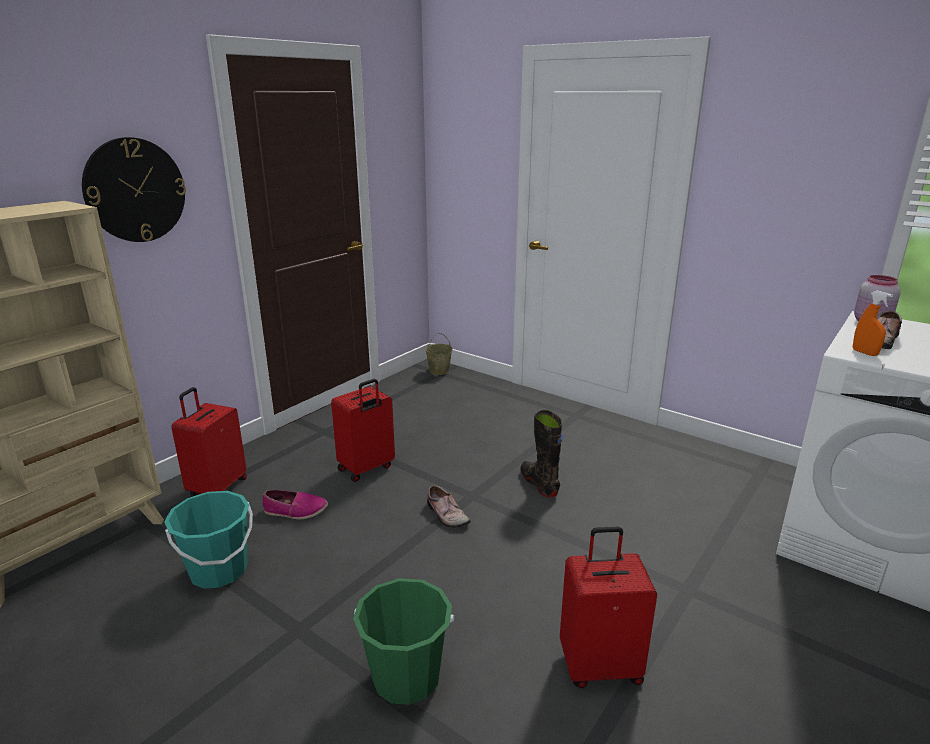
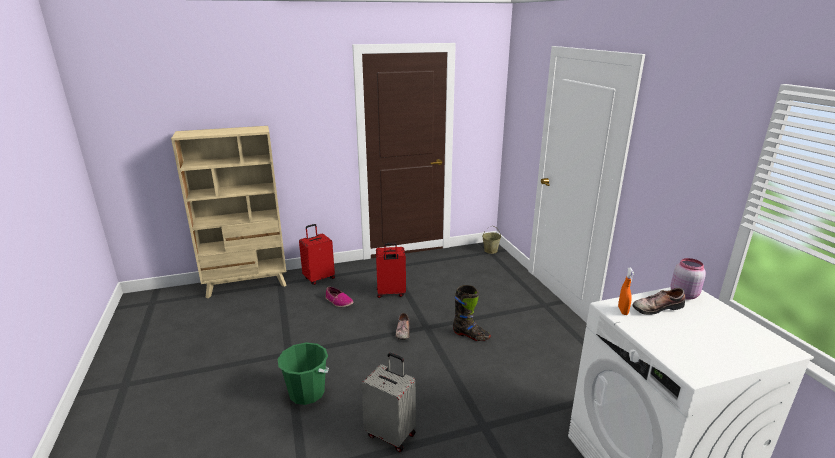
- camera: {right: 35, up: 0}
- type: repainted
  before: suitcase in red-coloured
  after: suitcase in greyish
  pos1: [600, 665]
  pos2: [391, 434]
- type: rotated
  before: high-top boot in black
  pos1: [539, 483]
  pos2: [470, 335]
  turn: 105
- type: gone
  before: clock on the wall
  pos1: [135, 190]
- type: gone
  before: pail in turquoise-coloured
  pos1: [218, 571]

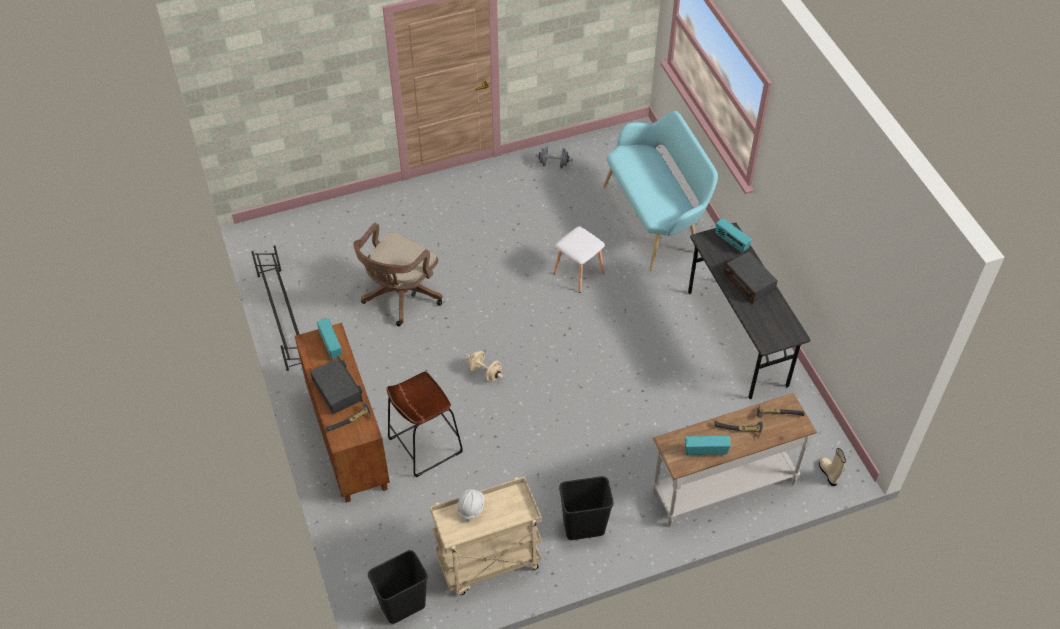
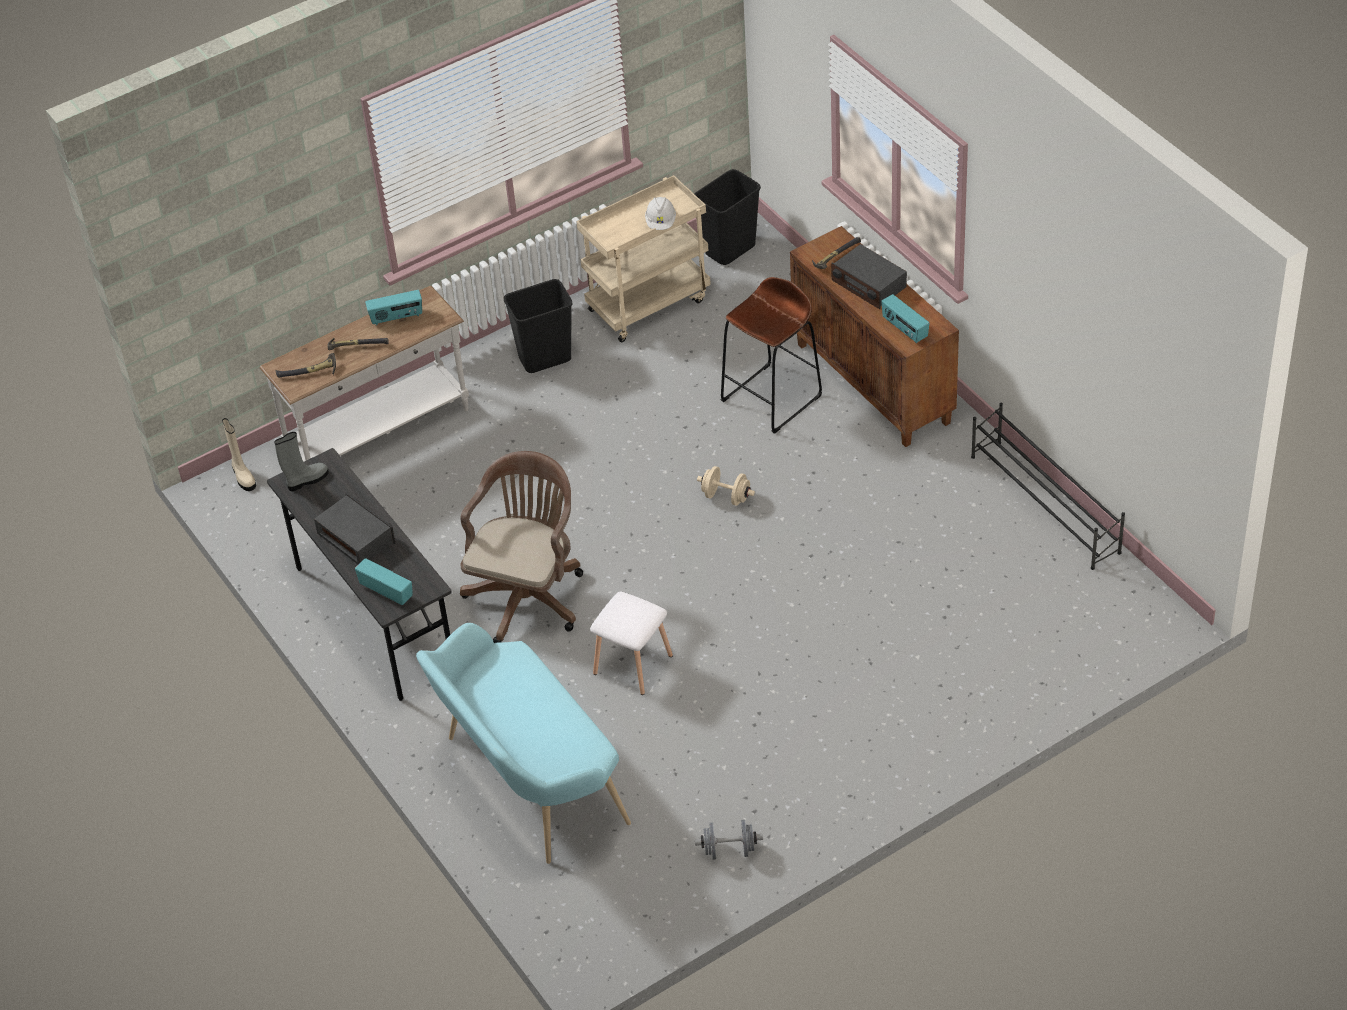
- camera: {right: 170, up: -5}
- type: new
  after: high-top boot in greyish
  pos2: [306, 480]
- type: shifted
  before: computer chair in brown-coloured
  pos1: [400, 297]
  pos2: [528, 594]

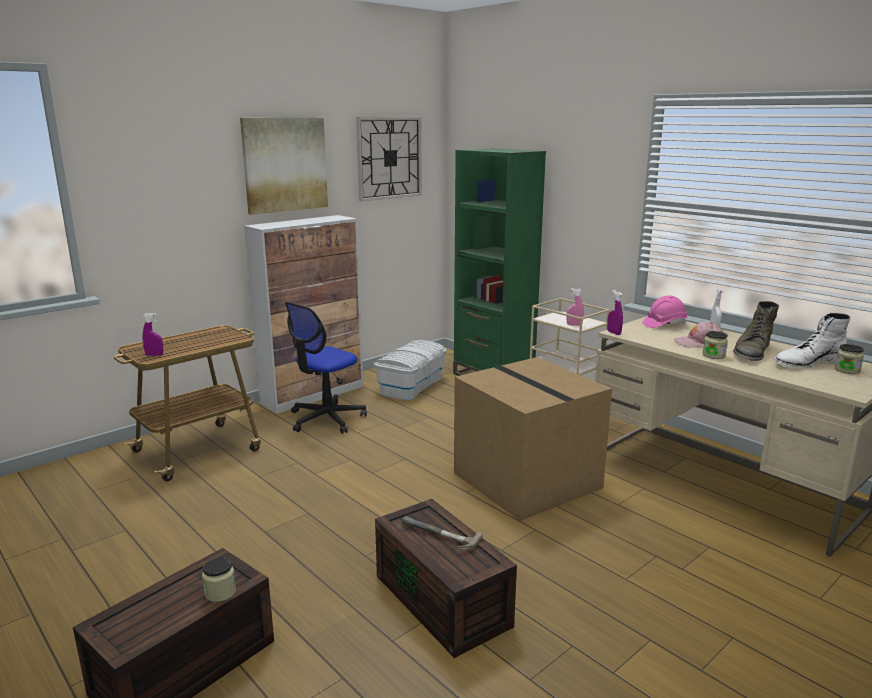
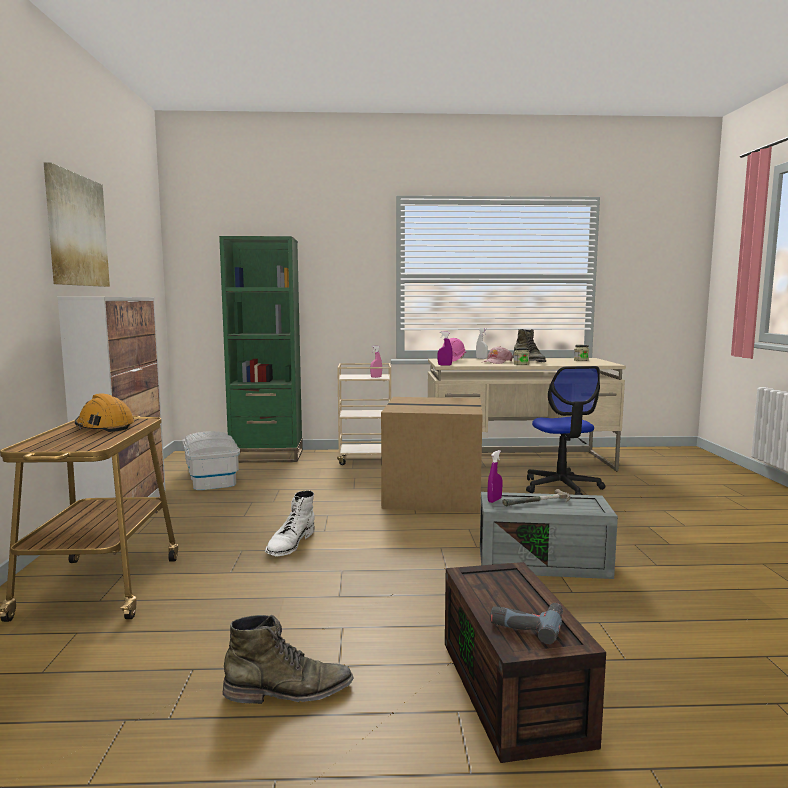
- camera: {right: -50, up: -10}
- type: new
  after: safety helmet in orange-coloured
  pos2: [104, 426]
- type: new
  after: high-top boot in green
  pos2: [289, 691]
- type: shifted
  before: high-top boot in white
  pos1: [807, 362]
  pos2: [290, 544]
- type: repainted
  before: storage bin in brown-coloured
  after: storage bin in greyish
  pos1: [445, 600]
  pos2: [544, 561]
- type: shifted
  before: spray bottle in purplish
  pos1: [154, 355]
  pos2: [494, 500]
- type: new
  after: electric drill
  pos2: [527, 624]
- type: shifted
  before: computer chair
  pos1: [326, 419]
  pos2: [562, 487]
- type: gone
  before: preserve jar
  pos1: [220, 592]
- type: gone
  before: clock on the wall
  pos1: [389, 158]

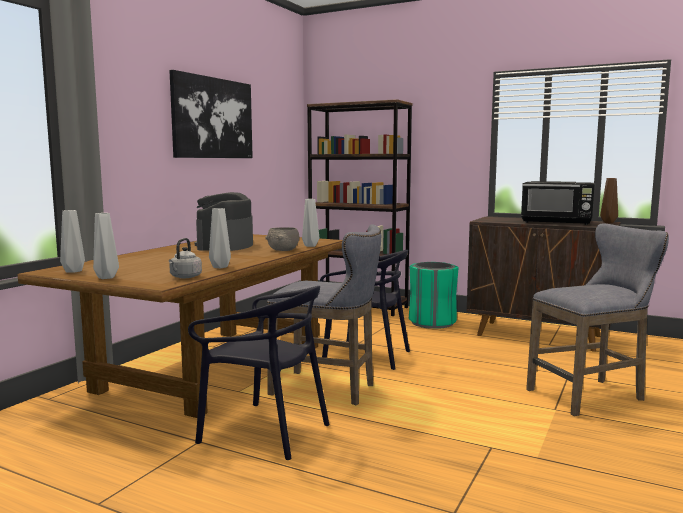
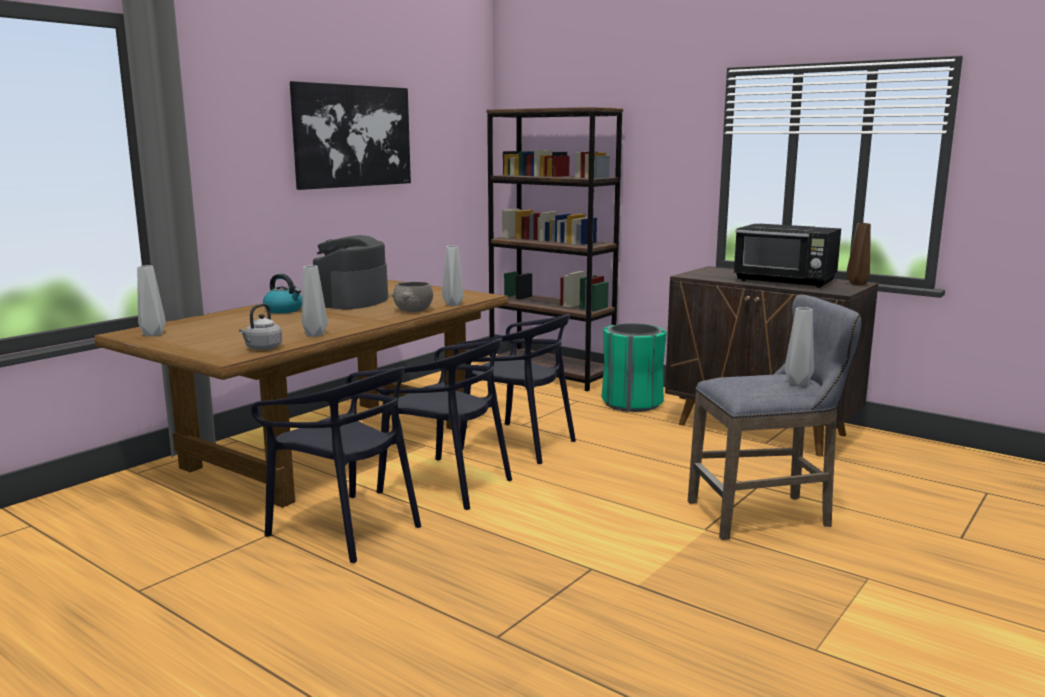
- camera: {right: 10, up: 5}
- type: new
  after: kettle
  pos2: [284, 310]
- type: swapped
  before: sitting stool in greyish
  after: upright chair in black
  pos1: [328, 389]
  pos2: [446, 484]
- type: shifted
  before: decorative vase in greyish
  pos1: [105, 277]
  pos2: [797, 383]

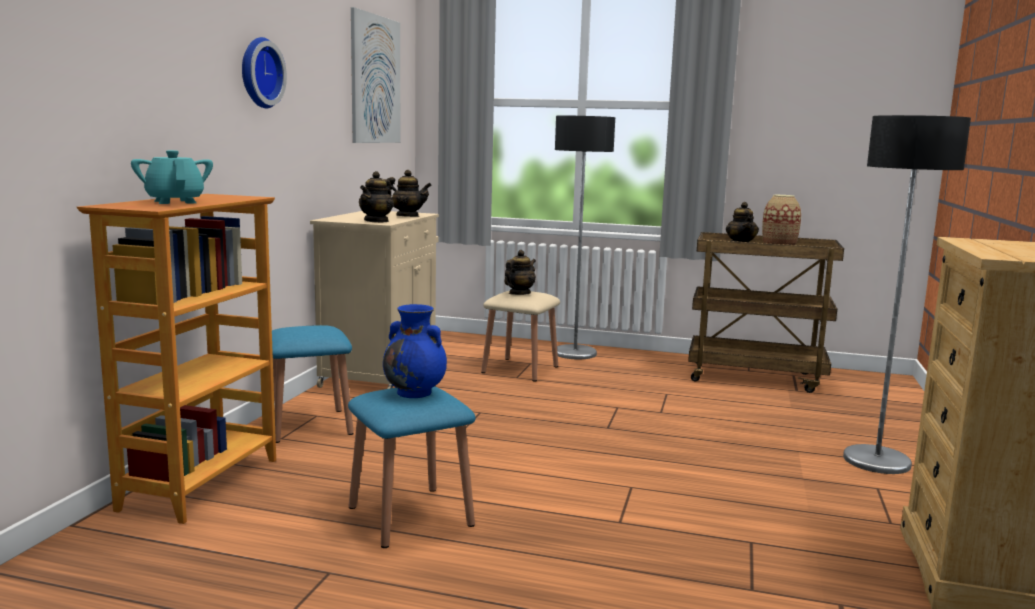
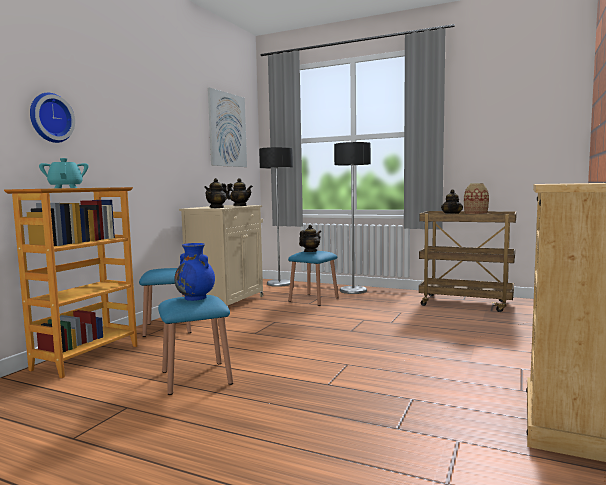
- camera: {right: 10, up: -5}
- type: shifted
  before: clock on the wall
  pos1: [258, 73]
  pos2: [50, 118]
- type: shifted
  before: standard lamp
  pos1: [877, 461]
  pos2: [279, 284]
- type: repainted
  before: sitting stool in sand-coloured
  after: sitting stool in bluish
  pos1: [520, 369]
  pos2: [313, 299]

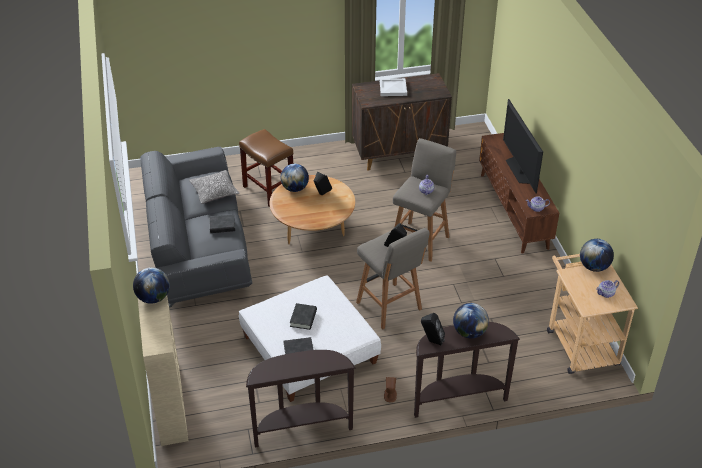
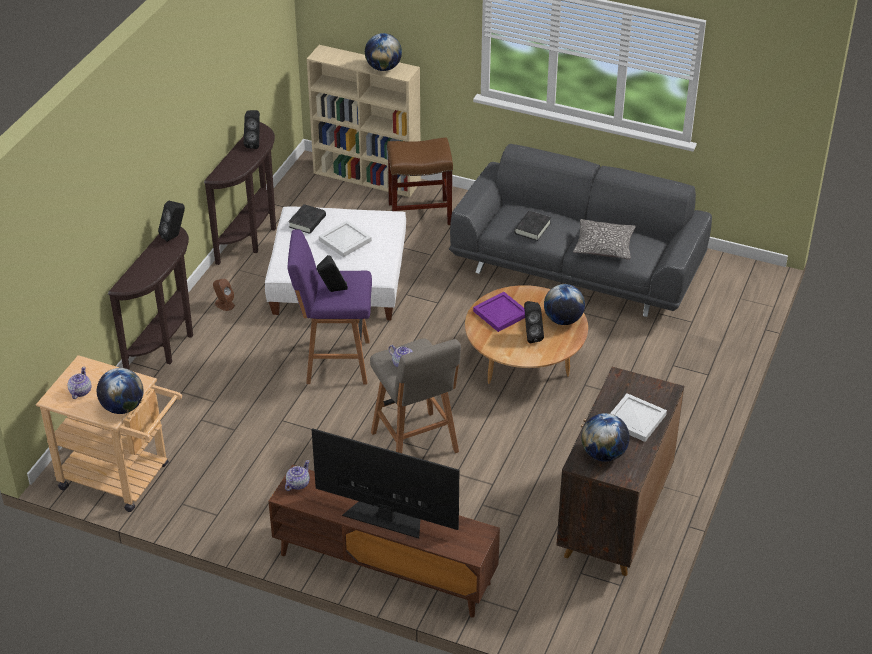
- camera: {right: 125, up: 0}
- type: new
  after: loudspeaker in black
  pos2: [255, 143]
- type: repainted
  before: sitting stool in greyish
  after: sitting stool in purplish
  pos1: [390, 307]
  pos2: [335, 362]
- type: swapped
  before: book in black
  after: carrying tray in white
  pos1: [303, 318]
  pos2: [345, 241]
- type: shifted
  before: sitting stool in brown-coloured
  pos1: [269, 190]
  pos2: [419, 214]
- type: new
  after: carrying tray in purplish
  pos2: [500, 313]
- type: shifted
  before: globe
  pos1: [469, 332]
  pos2: [603, 454]

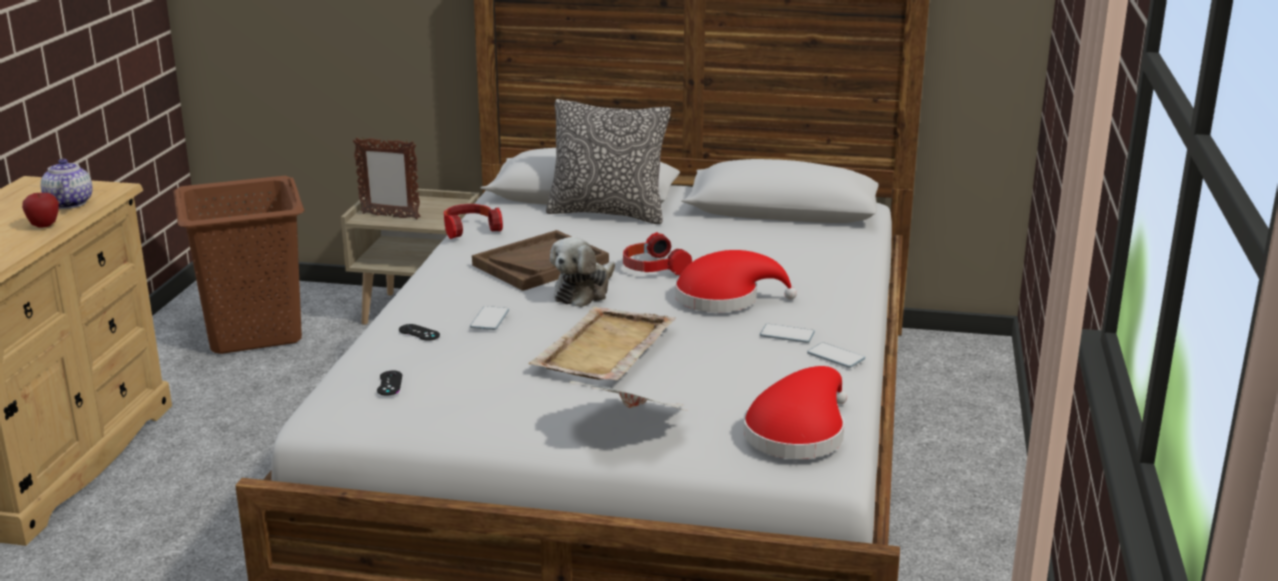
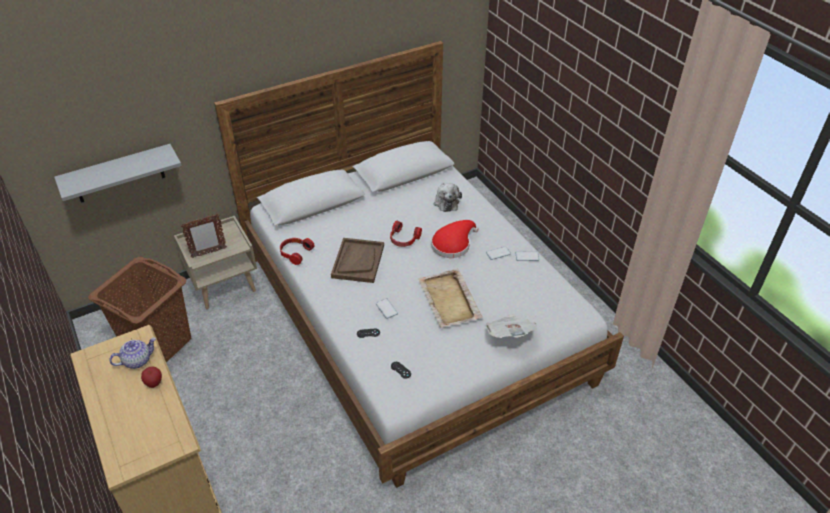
- camera: {right: -40, up: 20}
- type: new
  after: bracket shelf in greyish
  pos2: [118, 174]
- type: rotated
  before: tea pot
  pos1: [68, 203]
  pos2: [137, 360]
  turn: 120
- type: shifted
  before: cuddly toy
  pos1: [583, 292]
  pos2: [446, 202]
- type: gone
  before: cushion
  pos1: [608, 213]
- type: gone
  before: hat in red-coloured
  pos1: [798, 433]

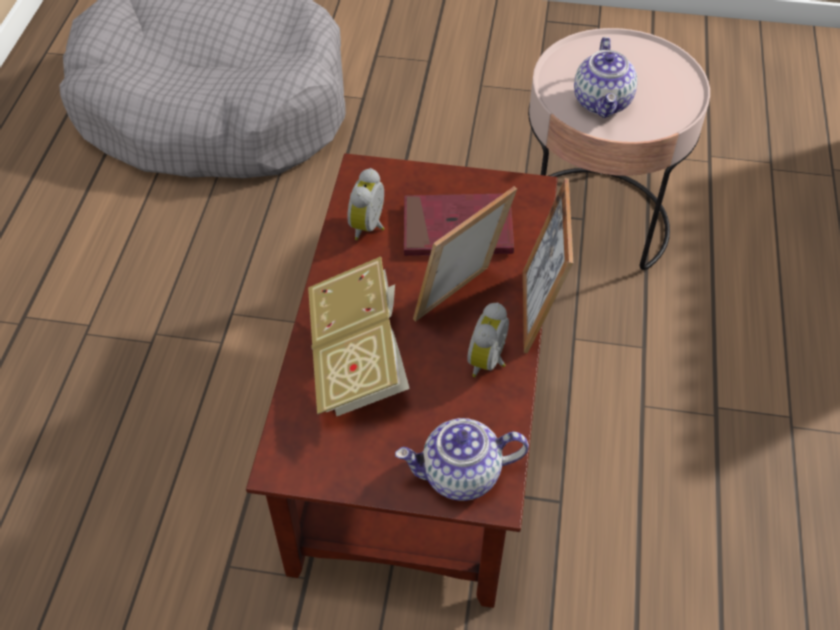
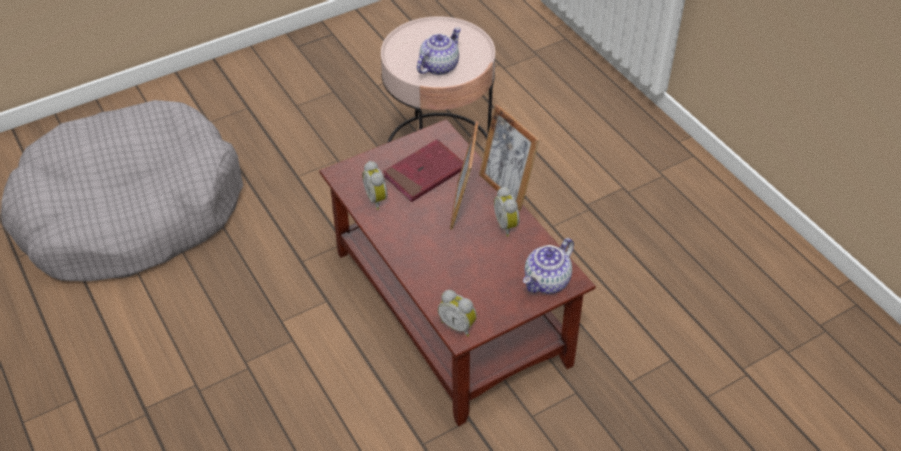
- camera: {right: -40, up: -5}
- type: rotated
  before: tea pot
  pos1: [603, 102]
  pos2: [439, 66]
  turn: -105
- type: new
  after: alarm clock
  pos2: [458, 325]
- type: gone
  before: book
  pos1: [358, 359]

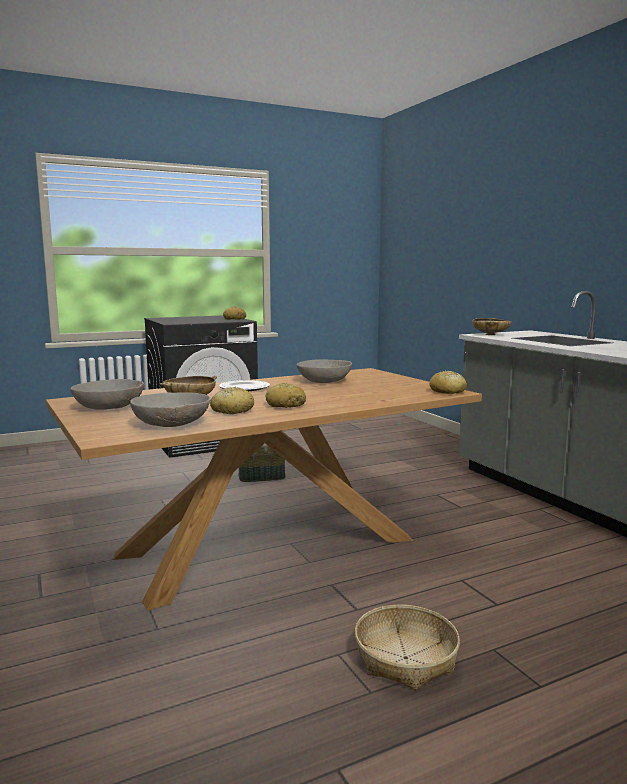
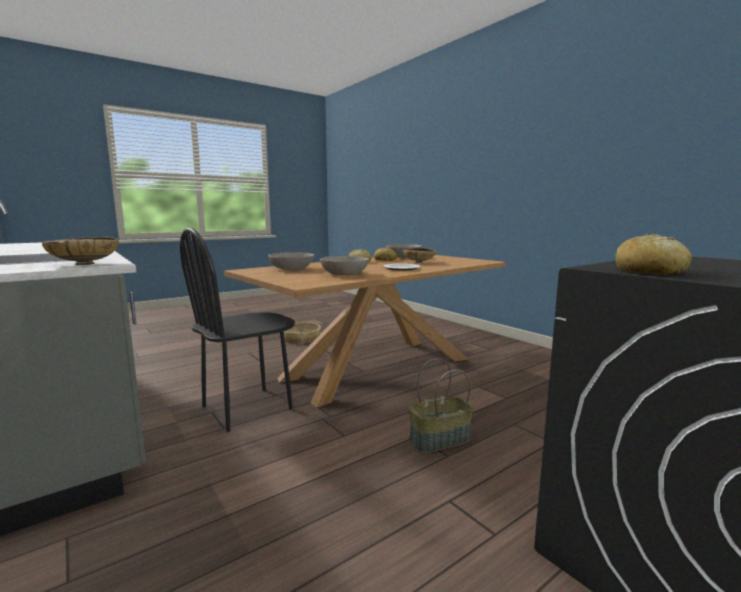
- camera: {right: 170, up: 0}
- type: new
  after: upright chair in black
  pos2: [247, 408]
- type: shifted
  before: serving bowl in greyish
  pos1: [109, 406]
  pos2: [292, 269]
- type: gone
  before: baked bread
  pos1: [447, 391]

